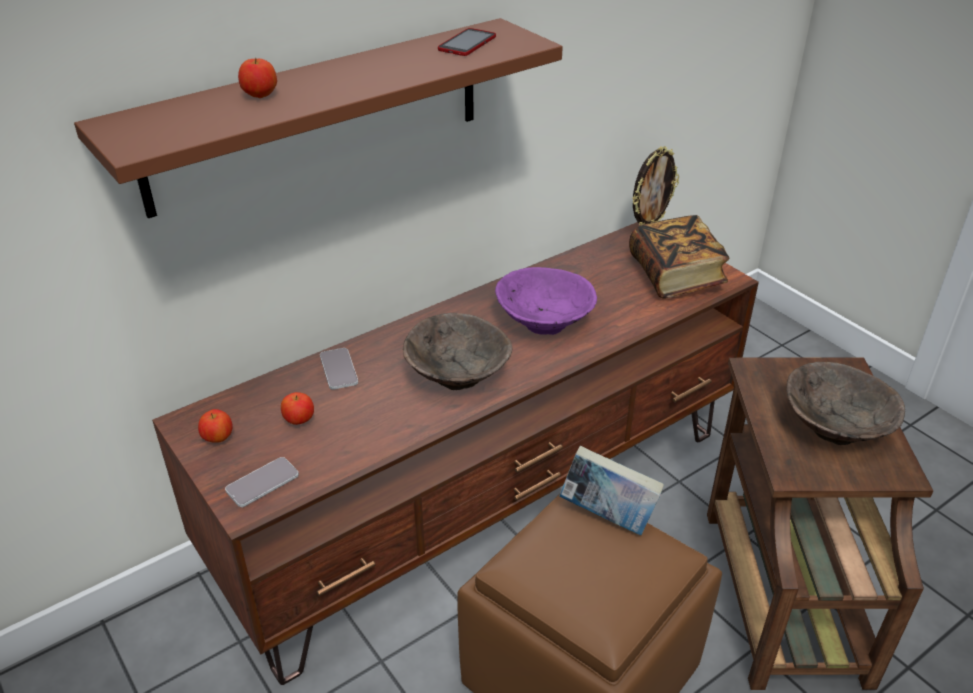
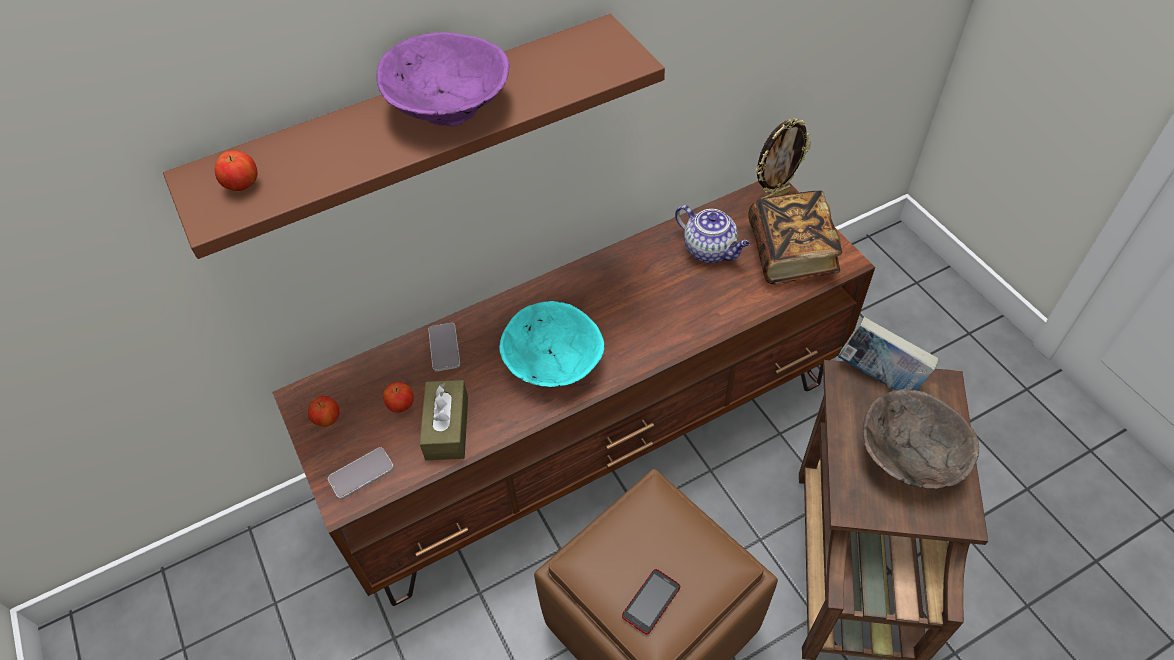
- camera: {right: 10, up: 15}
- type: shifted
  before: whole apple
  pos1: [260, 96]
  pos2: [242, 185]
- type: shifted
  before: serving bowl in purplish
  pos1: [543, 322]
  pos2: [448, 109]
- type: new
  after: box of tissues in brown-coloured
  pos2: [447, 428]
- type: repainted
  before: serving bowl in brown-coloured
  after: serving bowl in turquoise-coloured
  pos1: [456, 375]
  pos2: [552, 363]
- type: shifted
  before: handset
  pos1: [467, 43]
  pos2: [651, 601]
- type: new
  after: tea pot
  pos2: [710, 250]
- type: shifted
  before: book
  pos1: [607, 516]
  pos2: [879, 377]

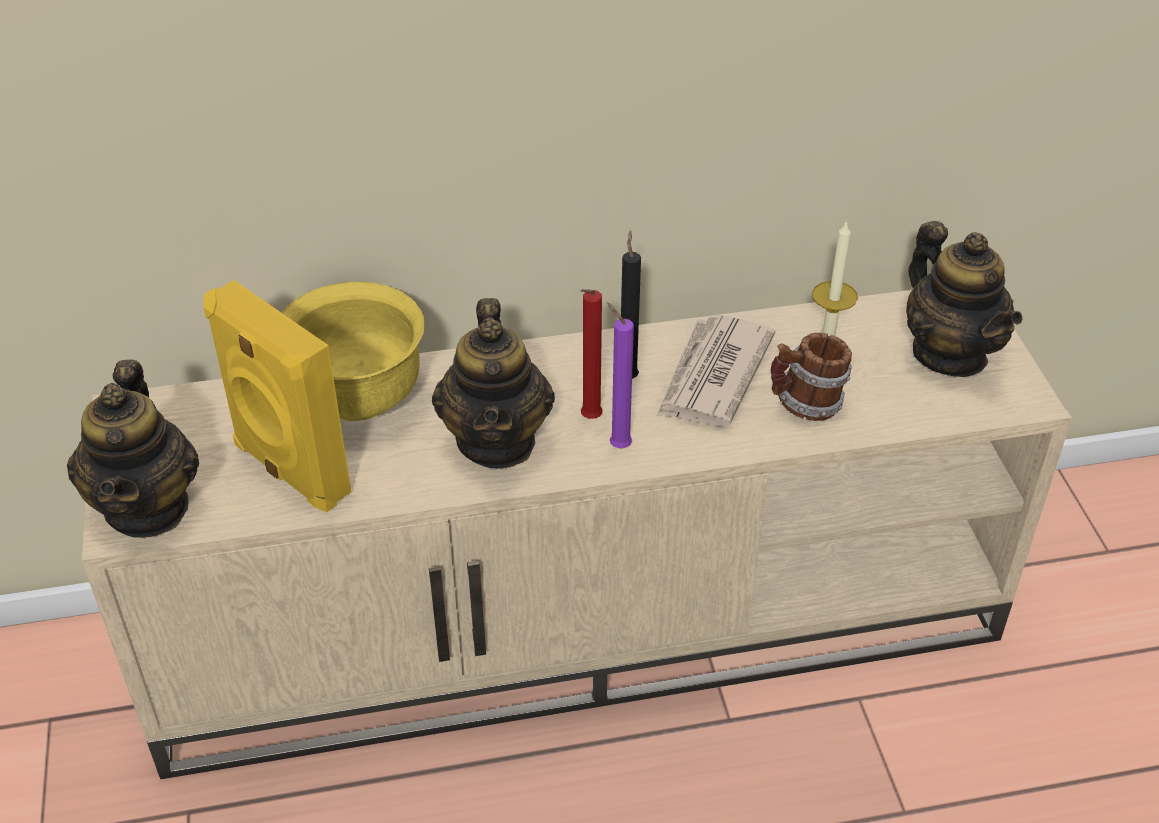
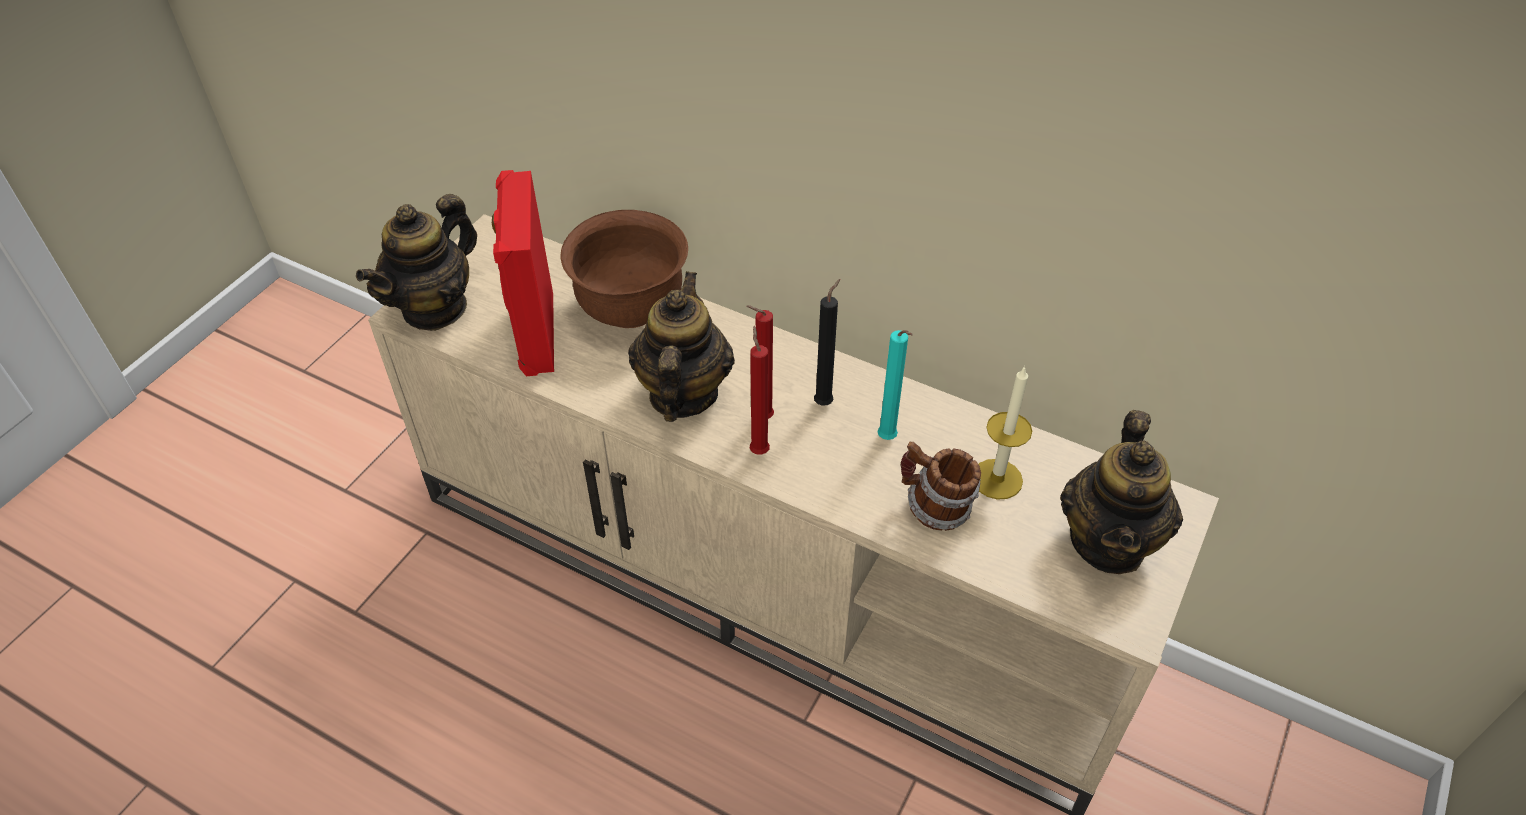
- camera: {right: 40, up: 5}
- type: repainted
  before: loudspeaker in yellowish
  after: loudspeaker in red-coloured
  pos1: [289, 471]
  pos2: [535, 334]
- type: repainted
  before: serving bowl in yellowish
  after: serving bowl in brown-coloured
  pos1: [359, 397]
  pos2: [631, 308]
- type: rotated
  before: tea pot
  pos1: [497, 441]
  pos2: [682, 394]
  turn: 150
- type: repainted
  before: candle in purplish
  after: candle in red-coloured
  pos1: [617, 445]
  pos2: [758, 449]
- type: swapped
  before: newspaper
  after: candle in turquoise-coloured
  pos1: [712, 376]
  pos2: [888, 440]

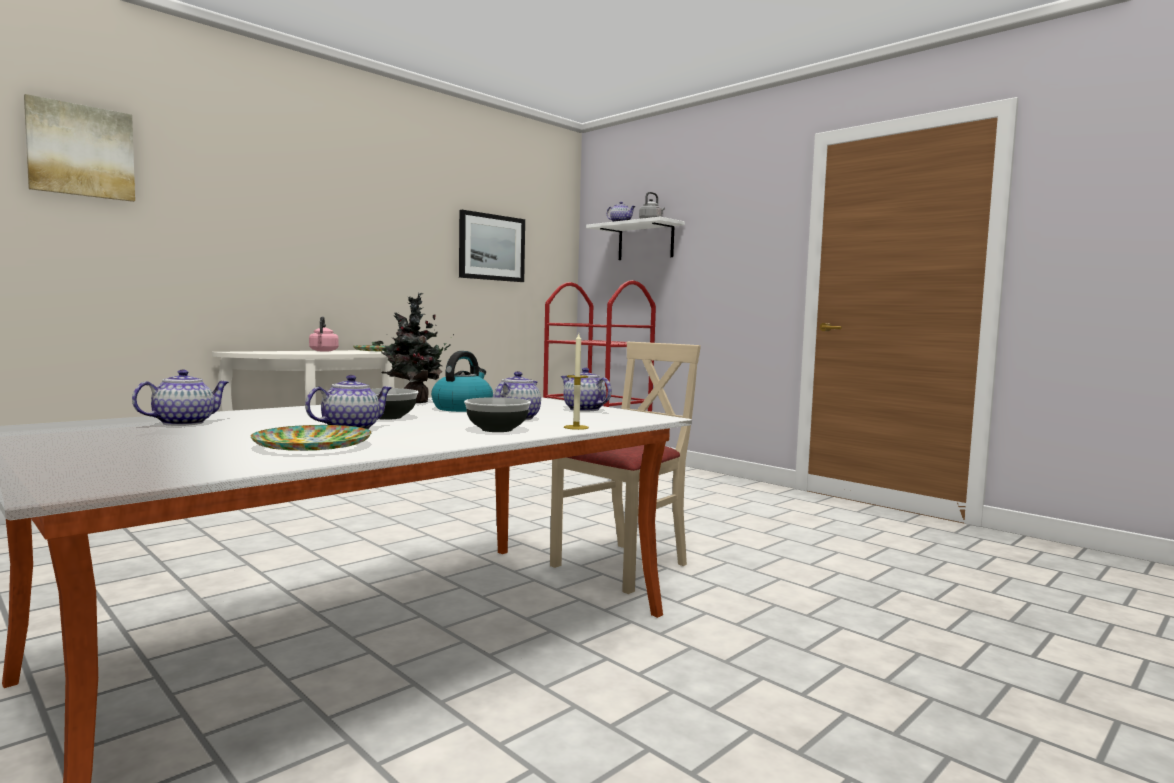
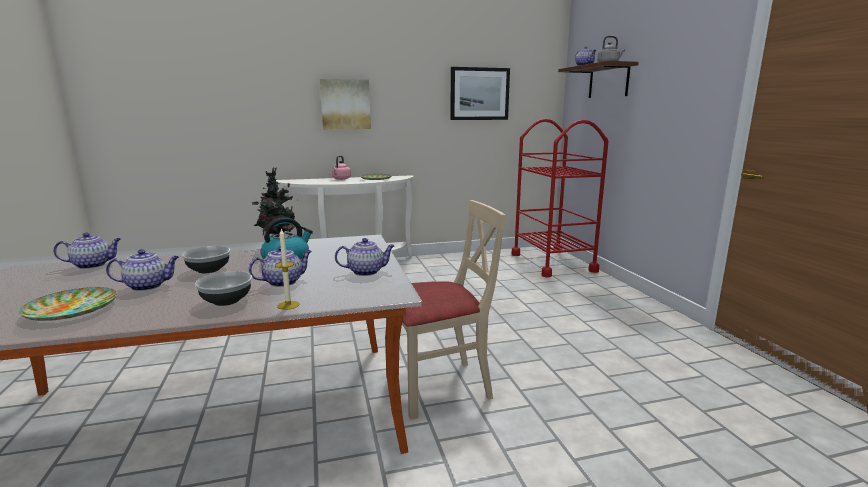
- camera: {right: 30, up: 10}
- type: shifted
  before: wall picture
  pos1: [81, 151]
  pos2: [345, 104]
- type: rotated
  before: tea pot
  pos1: [583, 409]
  pos2: [366, 272]
  turn: 90
- type: repainted
  before: bracket shelf in white
  after: bracket shelf in brown-coloured
  pos1: [645, 242]
  pos2: [608, 81]

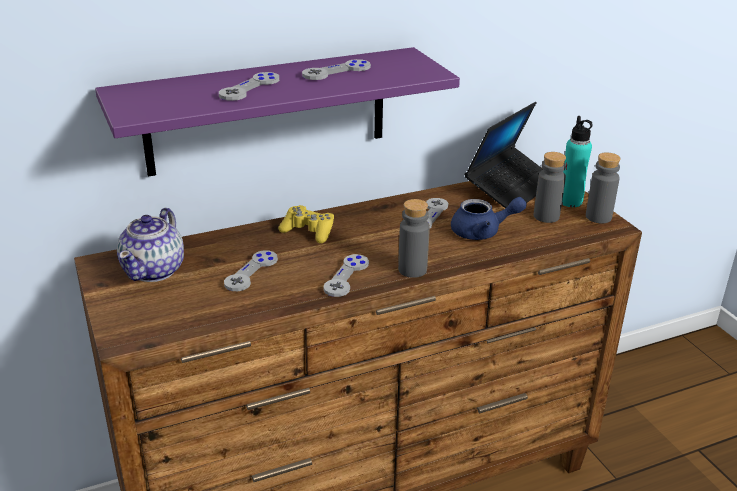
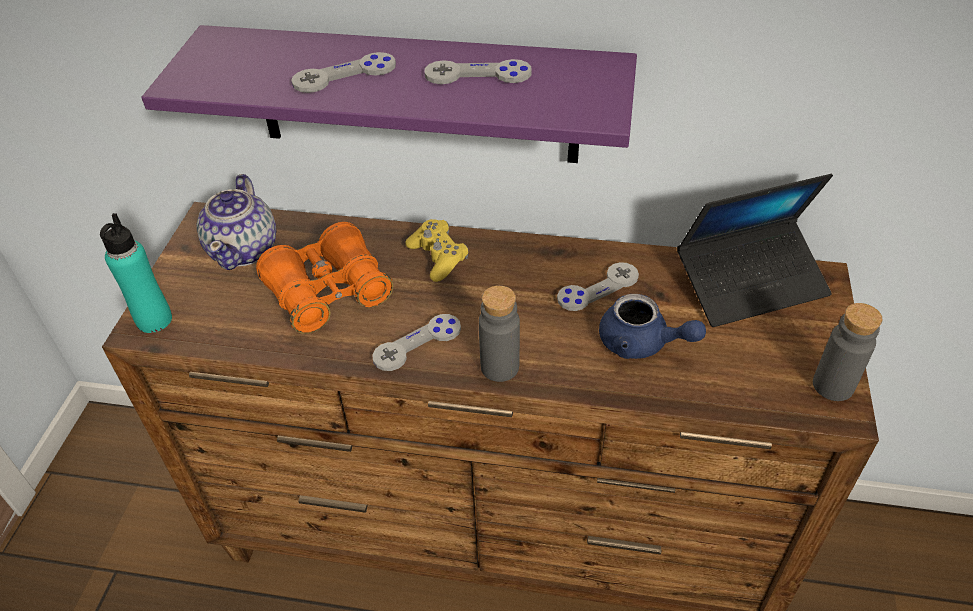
- camera: {right: 35, up: 15}
- type: shifted
  before: bottle in turquoise-coloured
  pos1: [570, 201]
  pos2: [154, 320]
- type: rotated
  before: tea pot
  pos1: [154, 270]
  pos2: [244, 249]
  turn: -45
- type: swapped
  before: joypad in greyish
  after: pair of binoculars in orange-coloured
  pos1: [251, 272]
  pos2: [328, 292]
- type: gone
  before: bottle in greyish
  pos1: [546, 216]

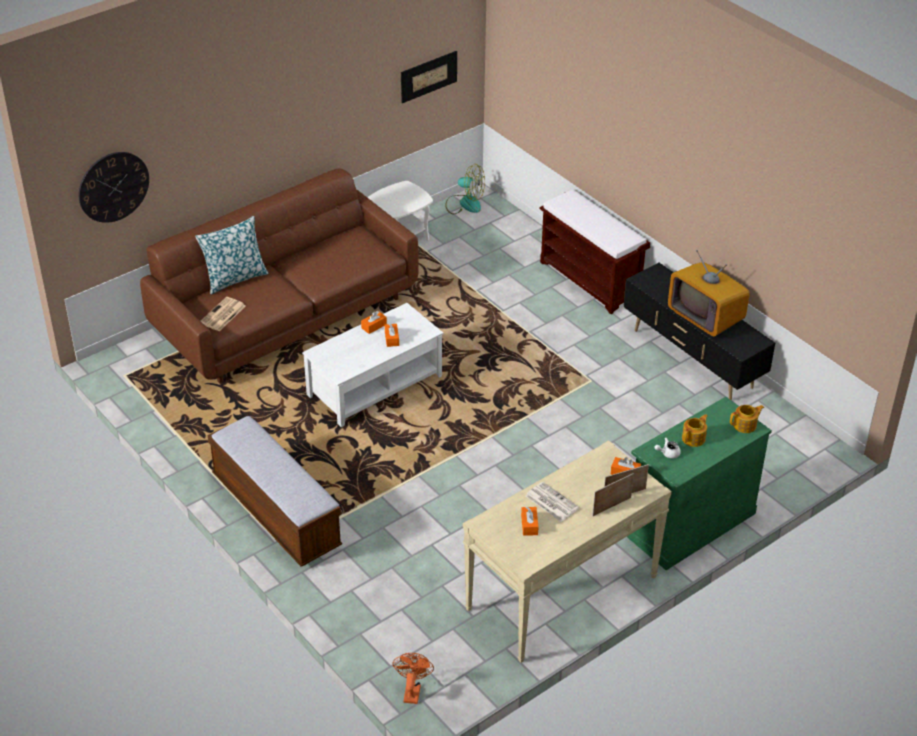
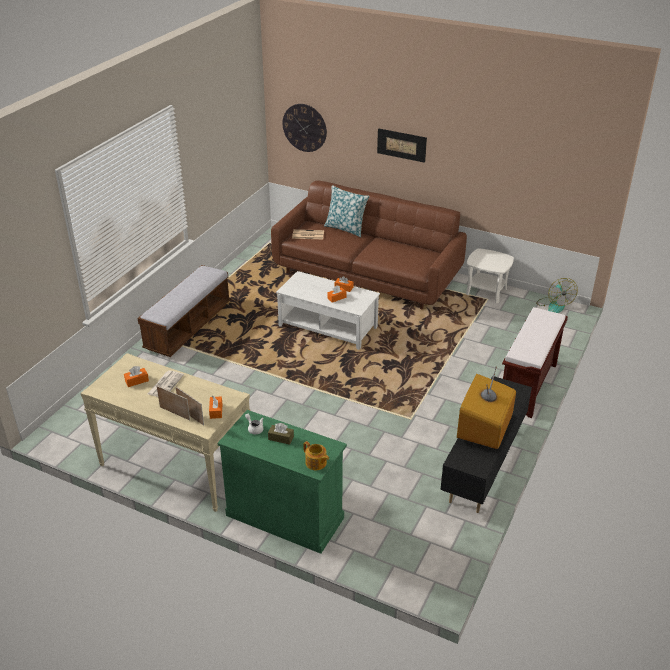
- camera: {right: 65, up: -5}
- type: swapped
  before: tea pot
  after: box of tissues in brown-coloured
  pos1: [694, 438]
  pos2: [281, 438]
- type: shifted
  before: wall picture
  pos1: [428, 76]
  pos2: [401, 145]
- type: gone
  before: cooling fan in orange-coloured
  pos1: [412, 690]

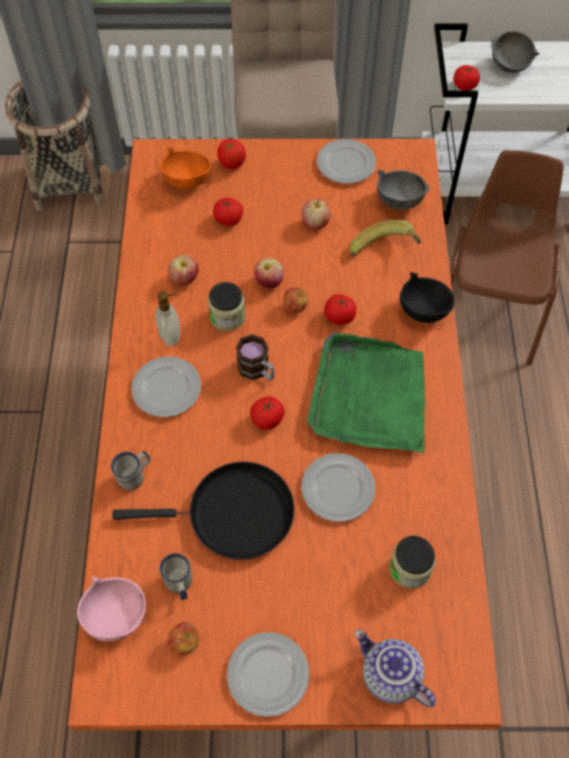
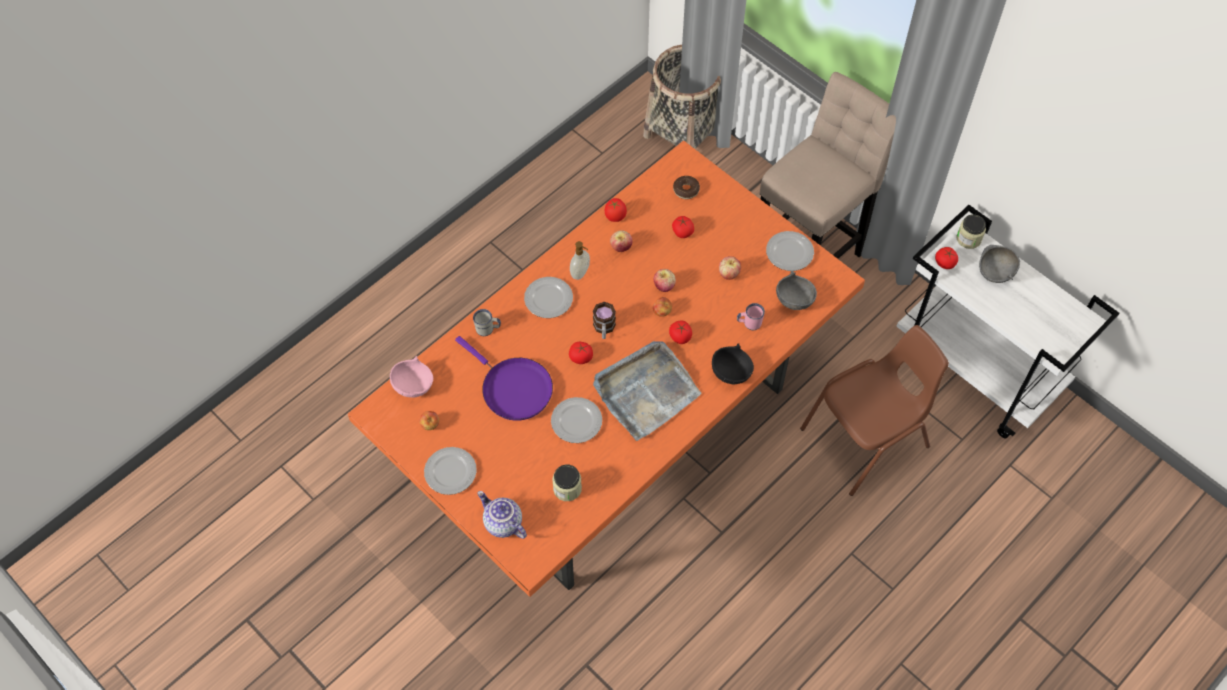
- camera: {right: 45, up: 0}
- type: repainted
  before: frying pan in black
  after: frying pan in purplish
  pos1: [233, 515]
  pos2: [513, 388]
- type: rotated
  before: tea pot
  pos1: [389, 676]
  pos2: [502, 524]
  turn: -45
- type: repainted
  before: carrying tray in green
  after: carrying tray in greyish
  pos1: [369, 397]
  pos2: [646, 392]
- type: shifted
  before: fresh tomato
  pos1: [231, 164]
  pos2: [615, 216]
- type: swapped
  before: serving bowl in orange-coloured
  after: donut
  pos1: [187, 180]
  pos2: [686, 190]
- type: swapped
  before: banana fruit
  after: coffee mug in pink
  pos1: [385, 252]
  pos2: [749, 323]
- type: shifted
  before: preserve jar
  pos1: [227, 317]
  pos2: [968, 239]
- type: gone
  before: coffee mug in white
  pos1: [179, 585]

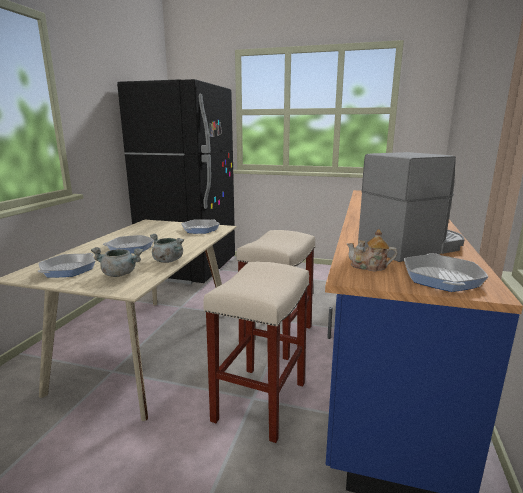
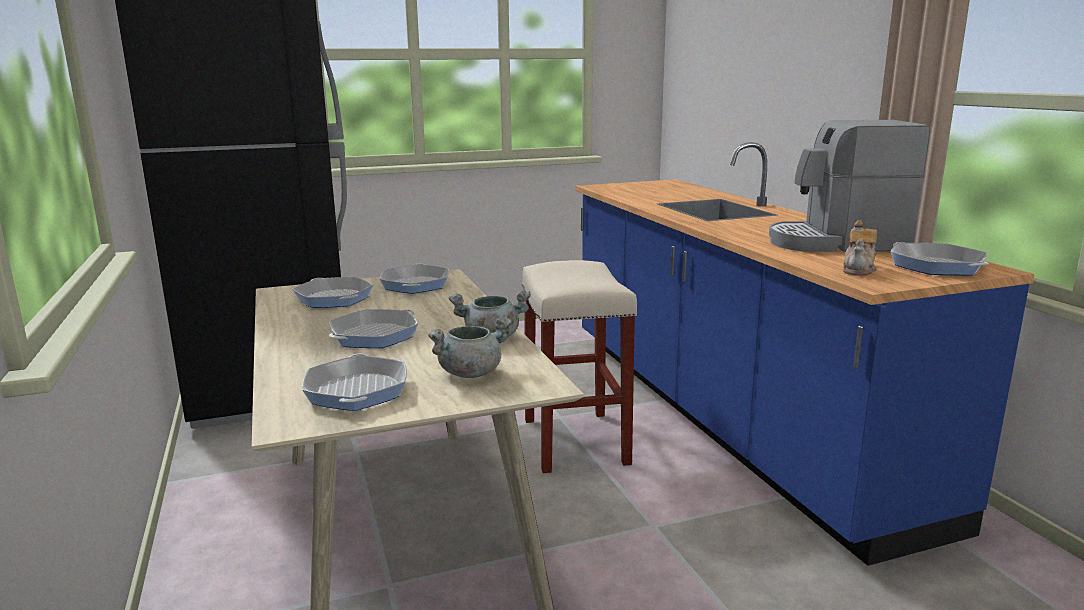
- camera: {right: -35, up: 0}
- type: new
  after: frying pan
  pos2: [334, 298]
- type: rotated
  before: coffee brewer
  pos1: [412, 247]
  pos2: [836, 243]
  turn: -120
- type: rotated
  before: tea pot
  pos1: [369, 266]
  pos2: [858, 270]
  turn: -45
- type: gone
  before: sitting stool in sand-coloured
  pos1: [260, 402]

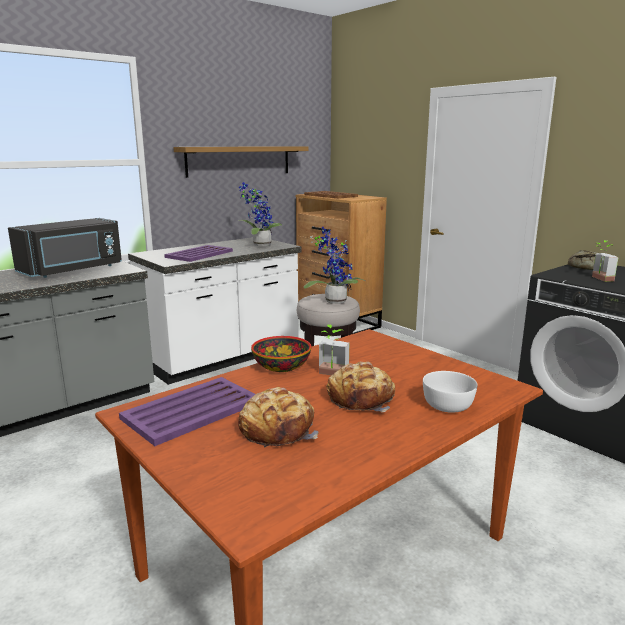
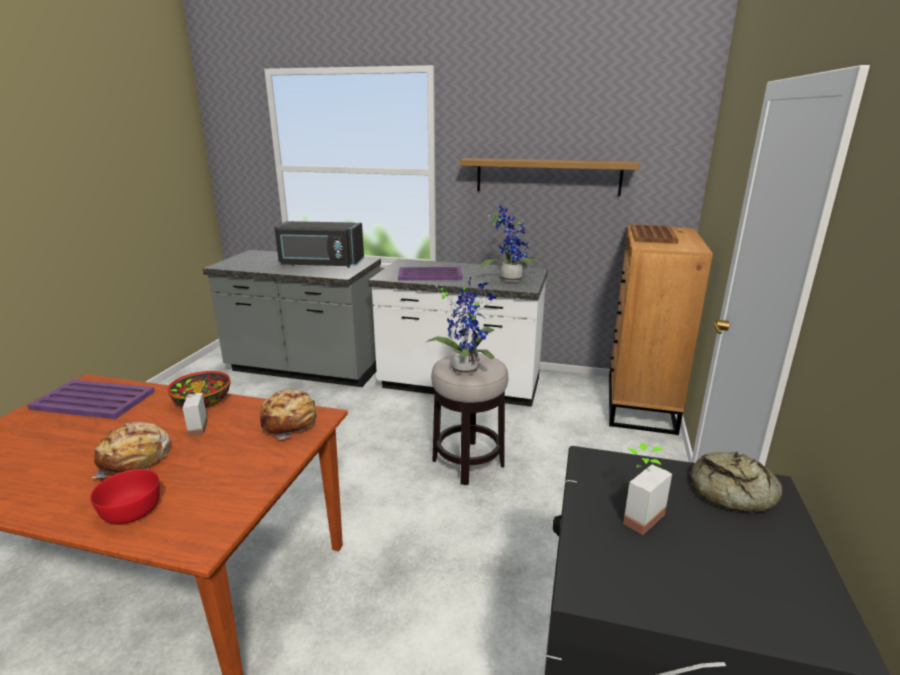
- camera: {right: 55, up: 5}
- type: repainted
  before: serving bowl in white
  after: serving bowl in red-coloured
  pos1: [447, 405]
  pos2: [131, 511]
- type: shifted
  before: baked bread
  pos1: [278, 429]
  pos2: [290, 422]

